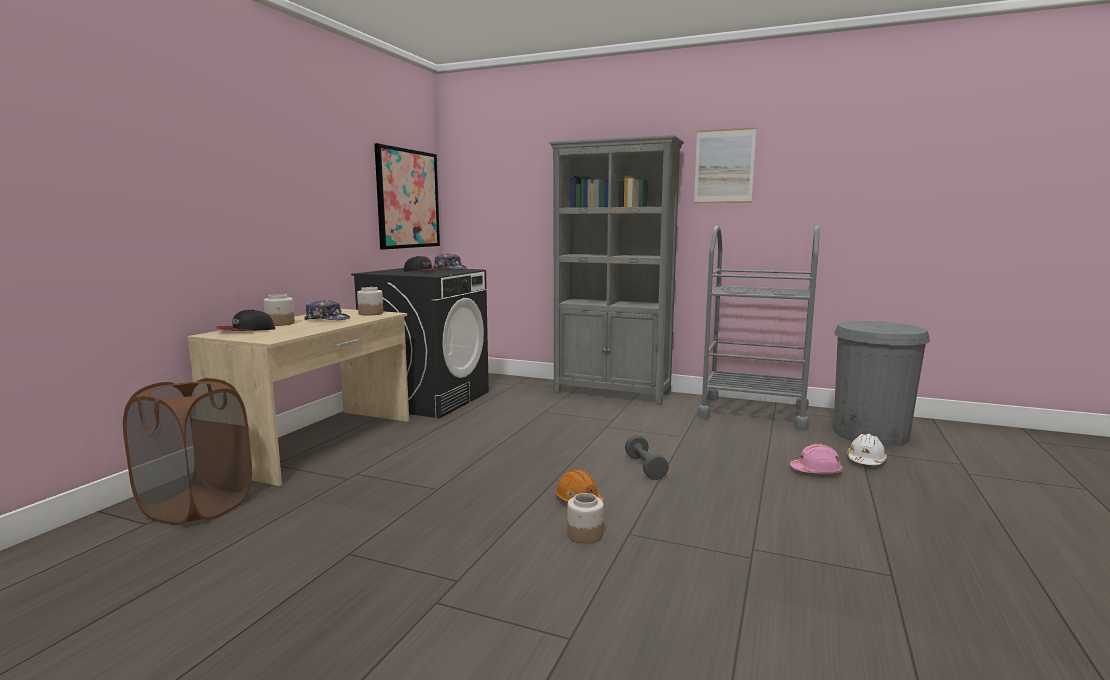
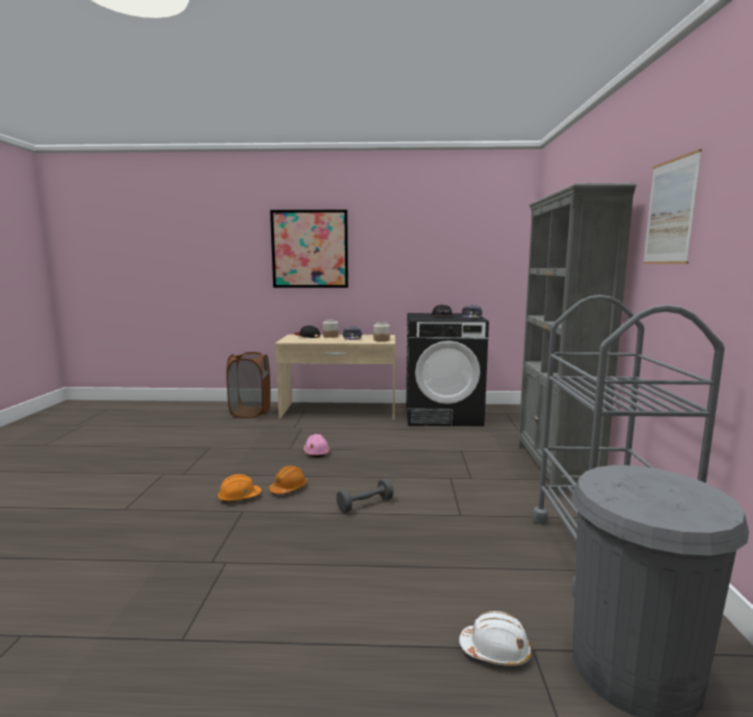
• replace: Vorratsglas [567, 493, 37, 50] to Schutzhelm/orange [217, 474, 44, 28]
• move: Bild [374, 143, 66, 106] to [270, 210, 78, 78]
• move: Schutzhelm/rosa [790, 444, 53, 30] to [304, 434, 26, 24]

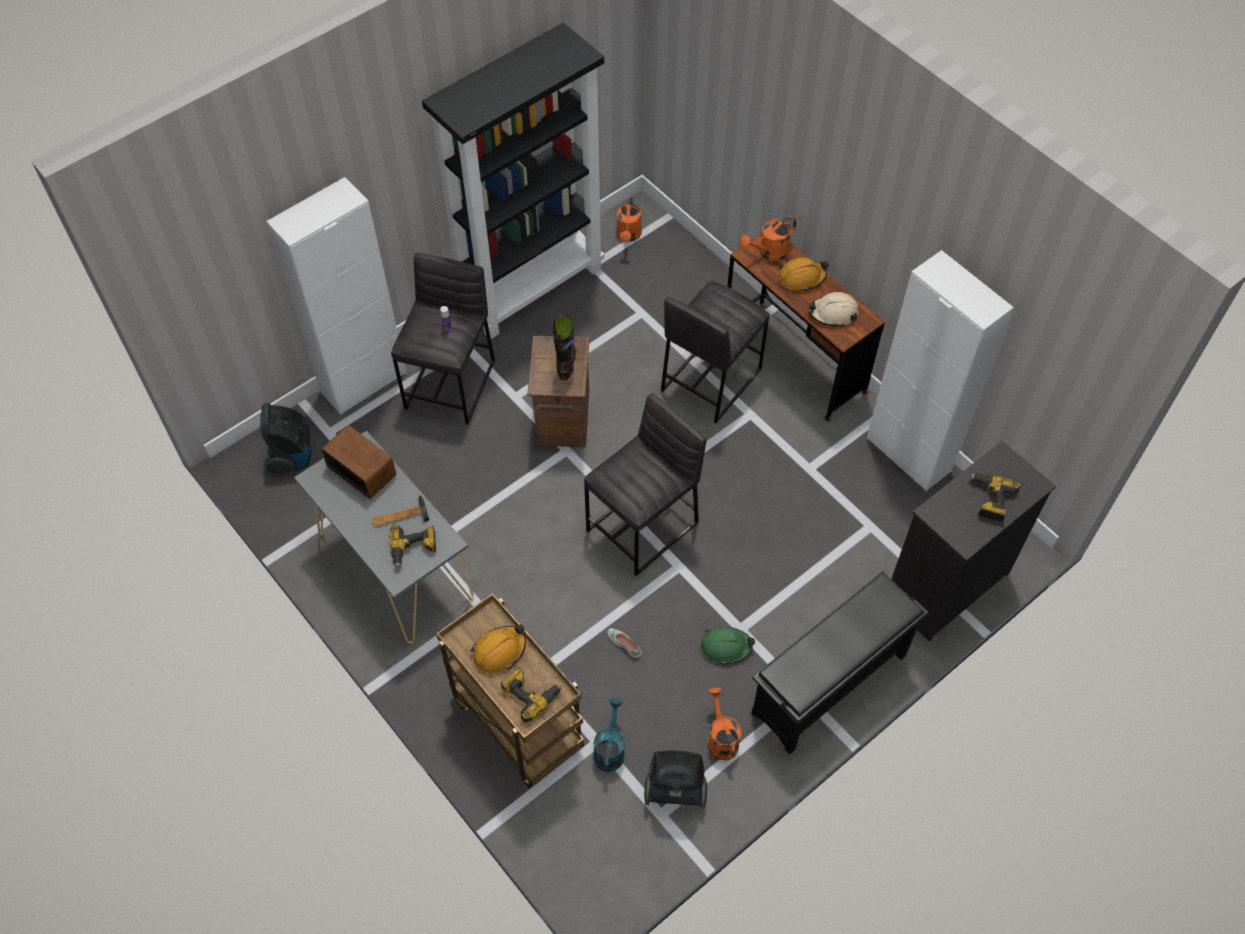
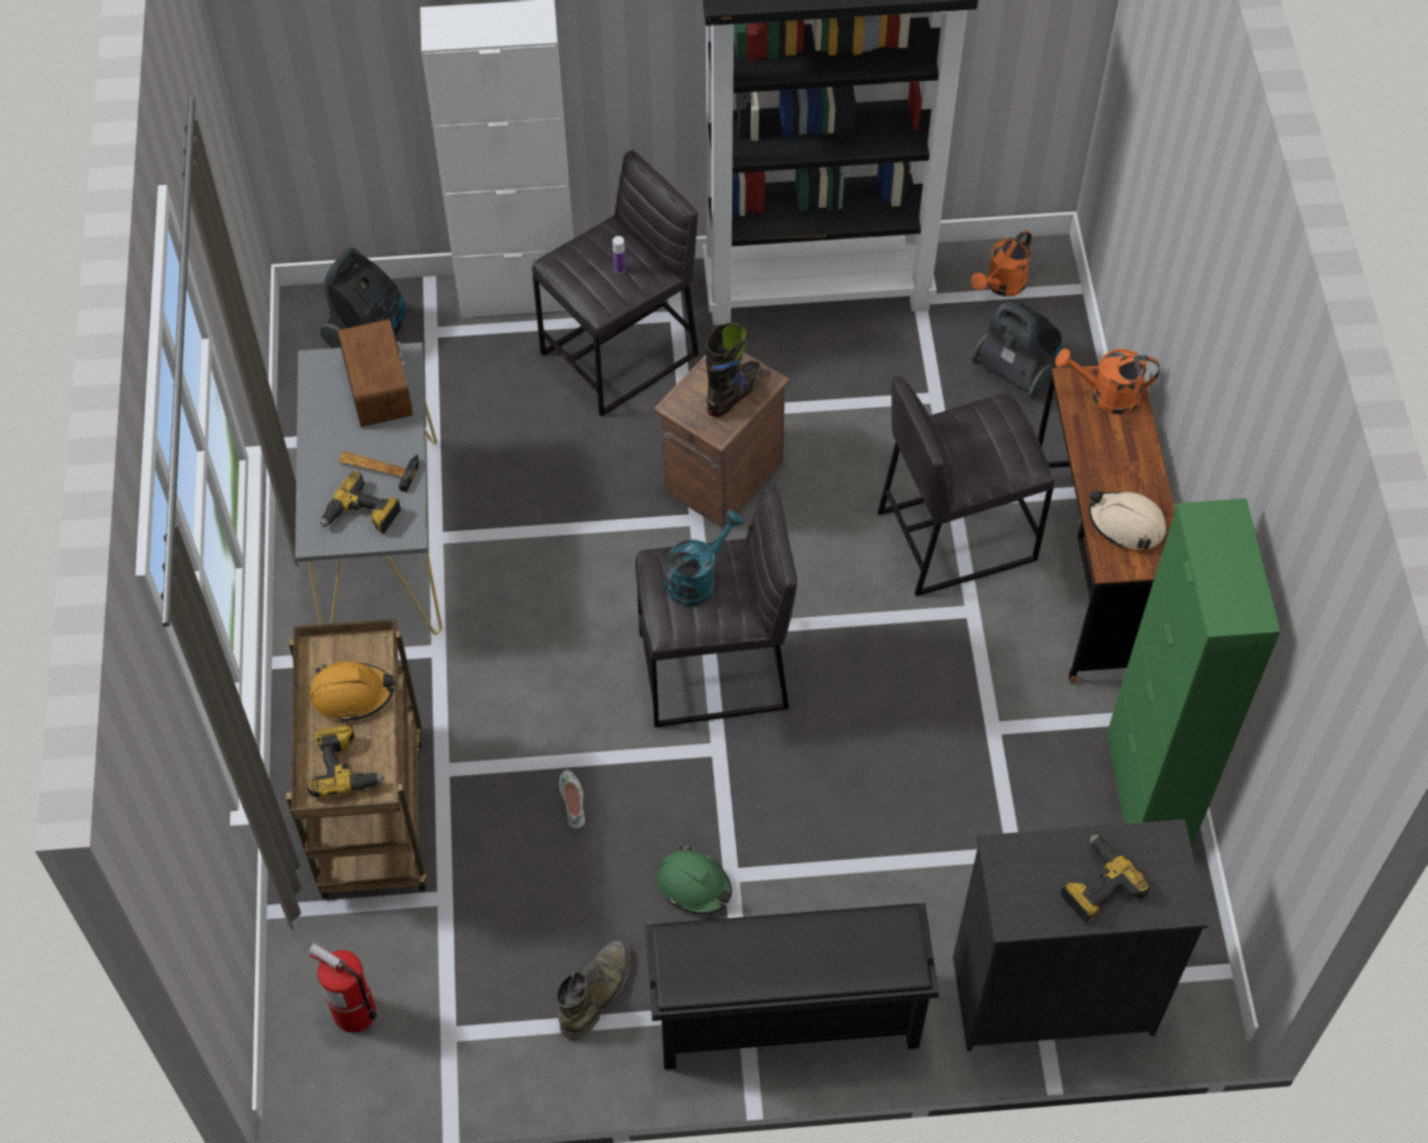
• insert: Feuerlöscher [309, 942, 68, 91]
• replace: Gießkanne/orange [708, 687, 33, 73] to Stiefel/grün [556, 940, 74, 100]
• move: Gießkanne/türkis [593, 698, 32, 74] to [663, 510, 81, 96]
• move: Staubsauger [644, 750, 63, 59] to [971, 301, 91, 98]
• recolor: Schrank/weiß [867, 250, 147, 241] to Schrank/grün [1106, 498, 174, 350]
• delete: Schutzhelm/orange [779, 257, 50, 35]

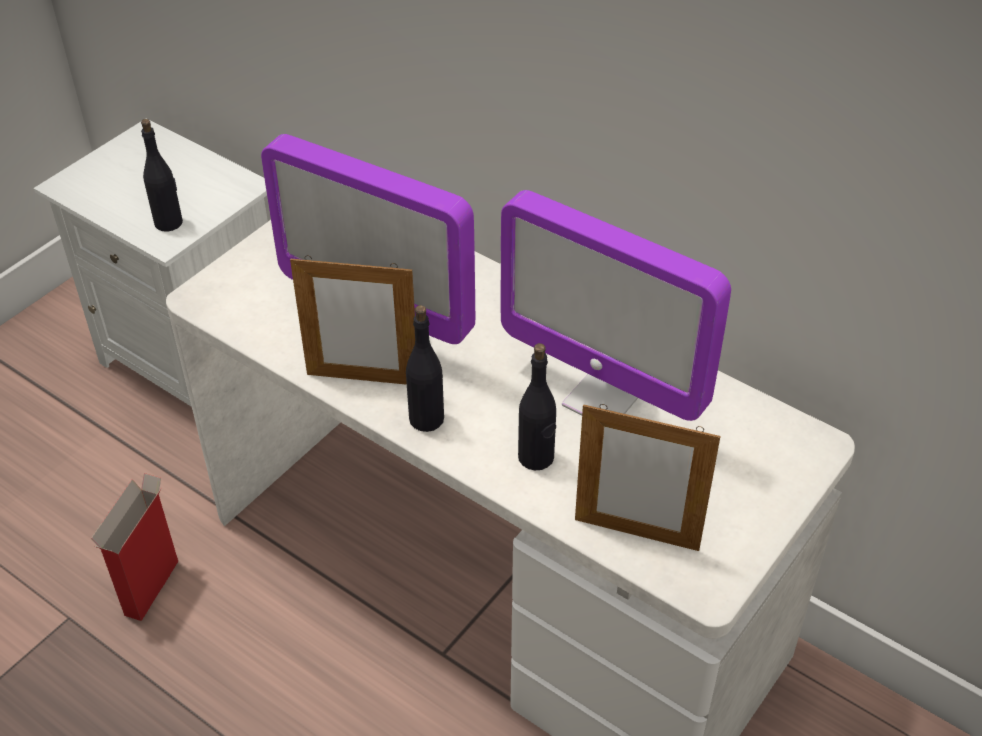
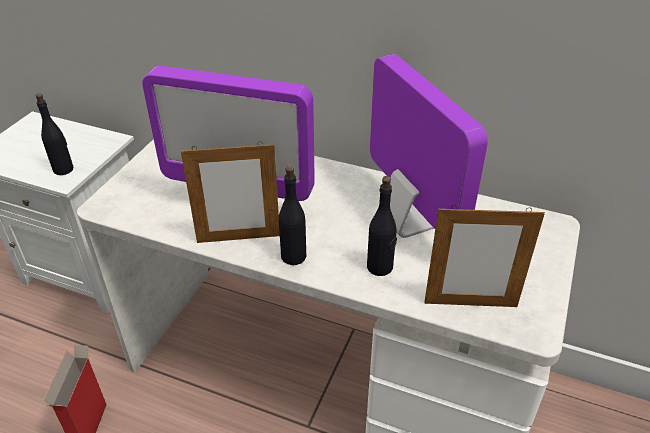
• rotate: Monitor [501, 190, 230, 231] = [370, 54, 118, 184] 135 degrees counterclockwise

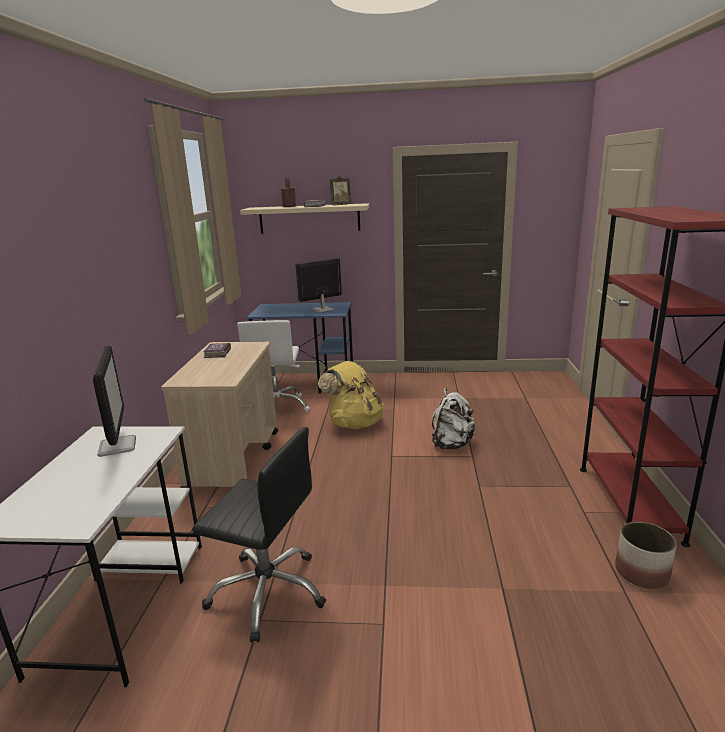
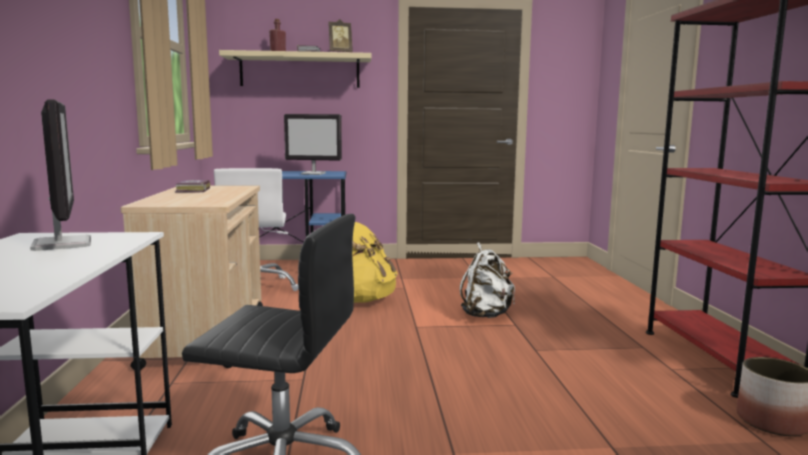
• rotate: Monitor [296, 258, 46, 55] = [284, 114, 58, 61] 135 degrees counterclockwise

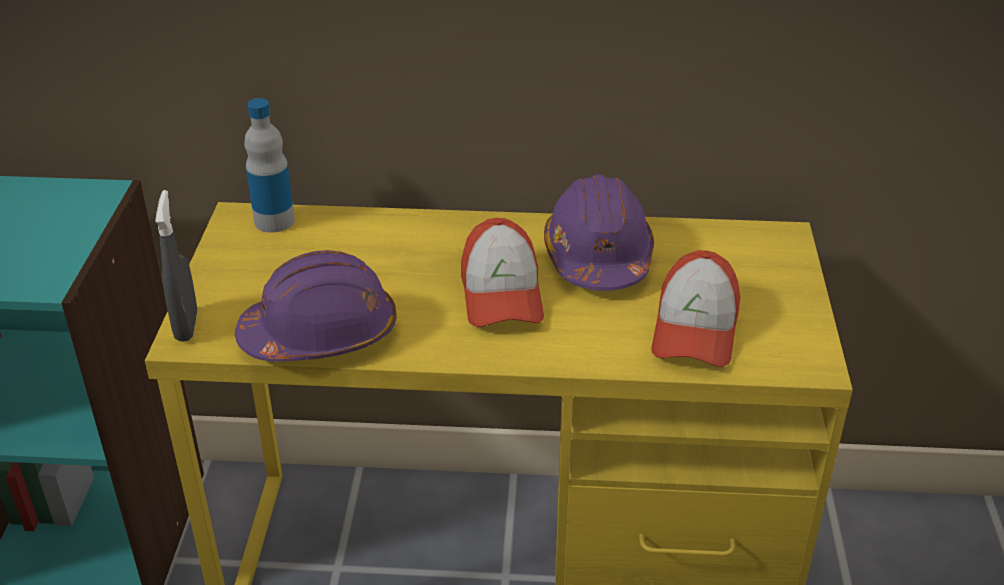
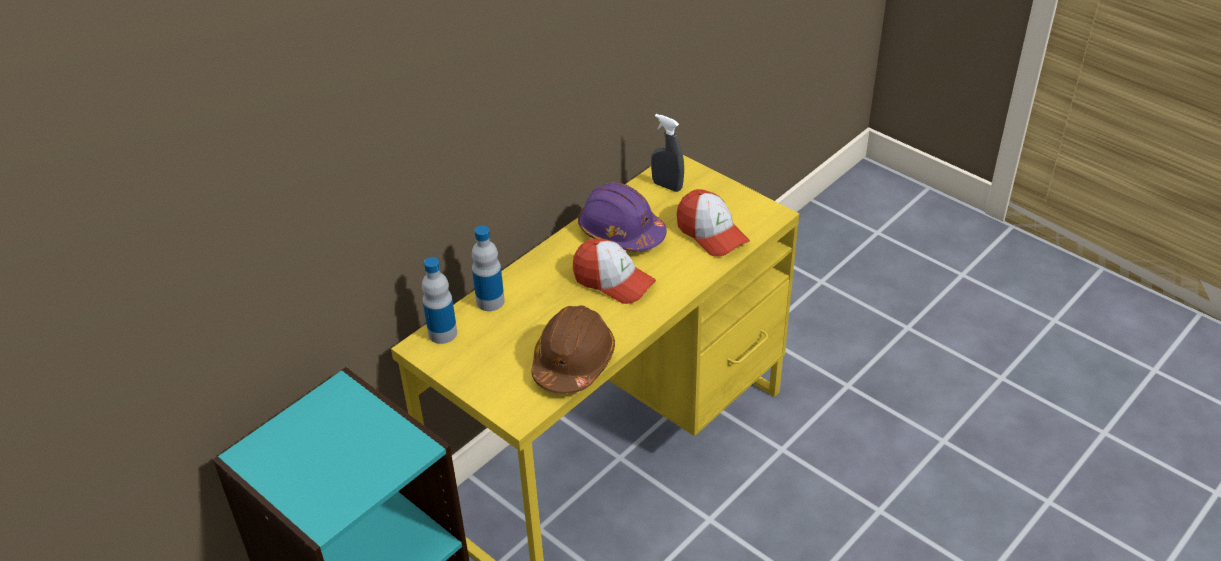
• insert: Flasche [472, 226, 33, 85]
• recolor: Schutzhelm/lila [235, 250, 162, 112] to Schutzhelm/braun [531, 306, 84, 88]
• move: Sprühflasche/grau [155, 190, 42, 151] to [651, 114, 33, 78]

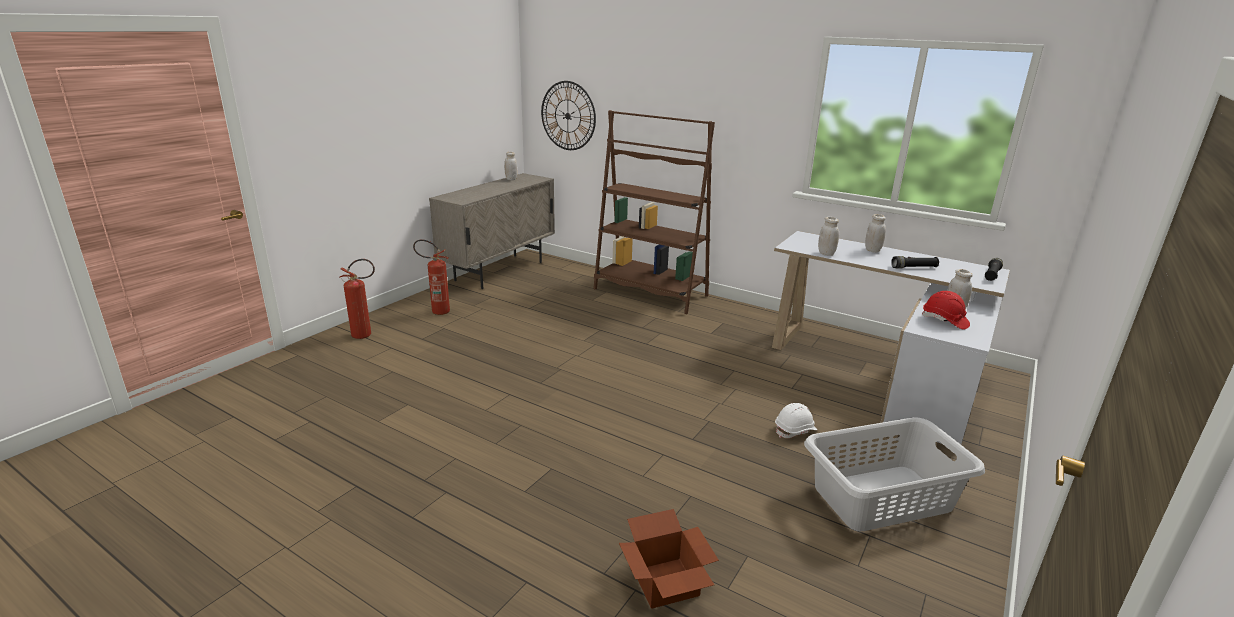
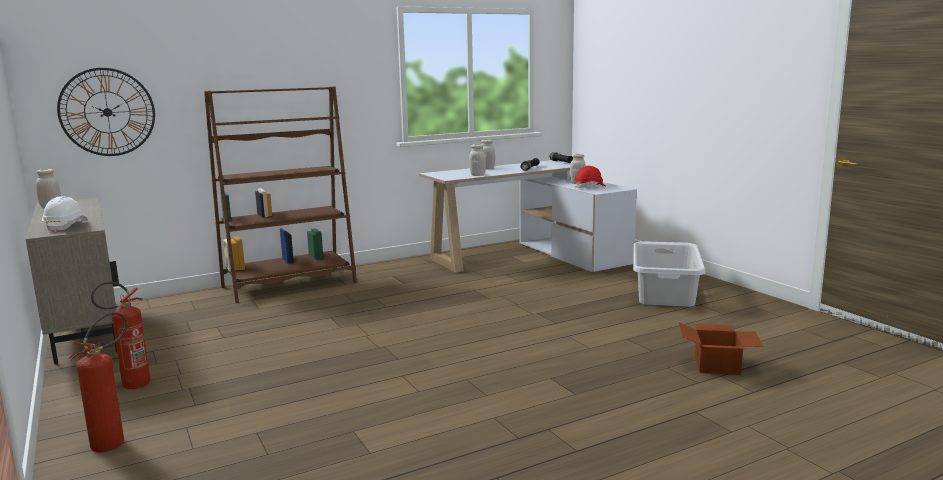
• move: Schutzhelm/weiß [775, 403, 42, 35] to [42, 196, 46, 36]

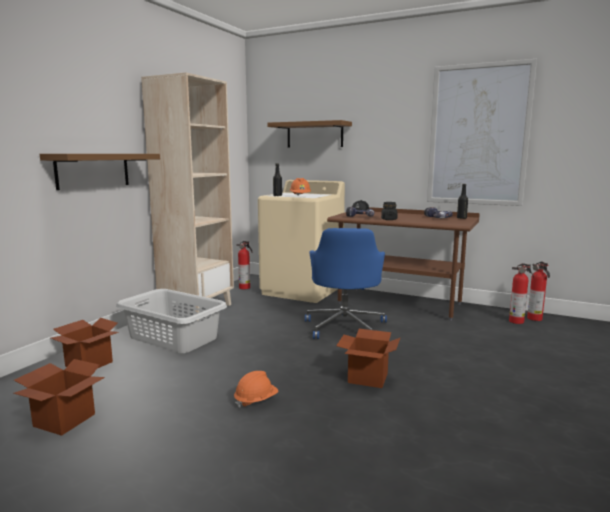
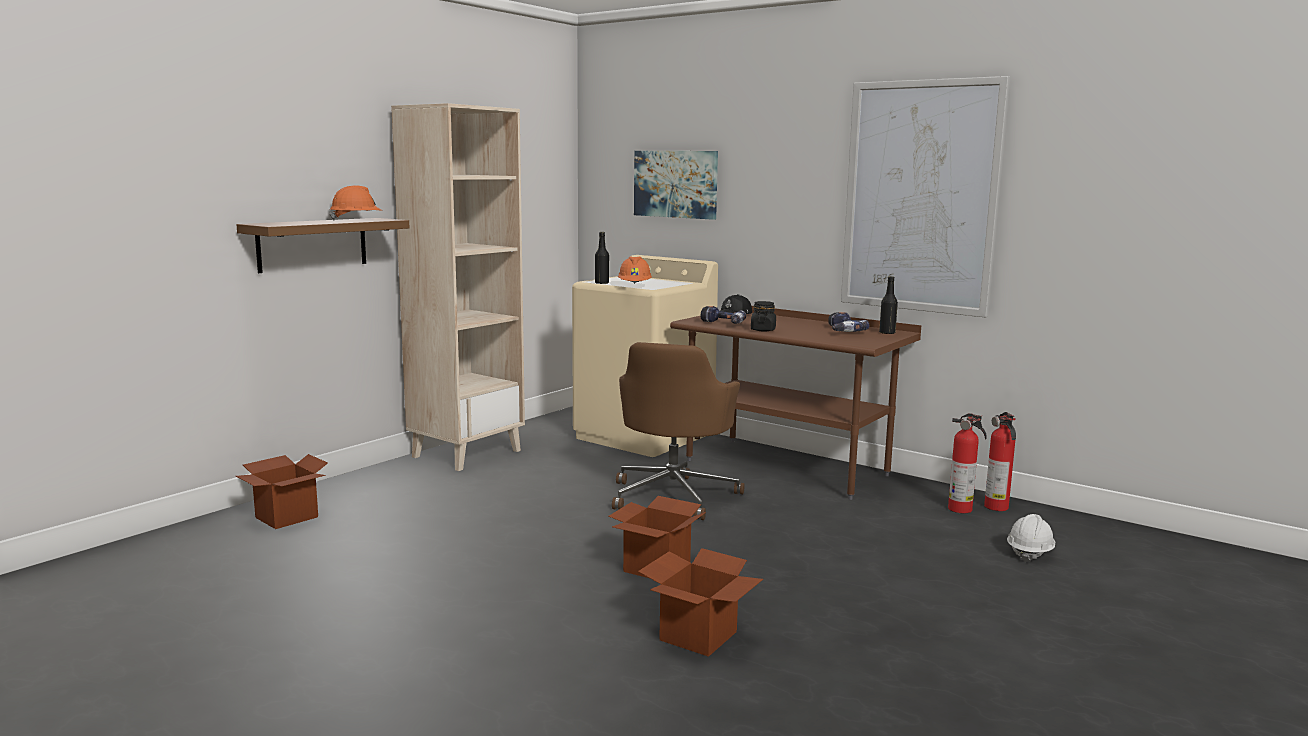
• move: Schutzhelm/orange [234, 371, 44, 37] to [329, 186, 53, 35]
• recolor: Bürostuhl/blau [305, 228, 82, 111] to Bürostuhl/braun [612, 342, 133, 178]
• replace: Wandregal/braun [267, 120, 85, 27] to Bild [634, 151, 84, 69]
• move: Karton [13, 359, 92, 77] to [638, 548, 125, 109]
• insert: Schutzhelm/weiß [1007, 514, 48, 48]
• delete: Wäschekorb/grau [116, 289, 111, 64]
• delete: Feuerlöscher [236, 241, 16, 48]

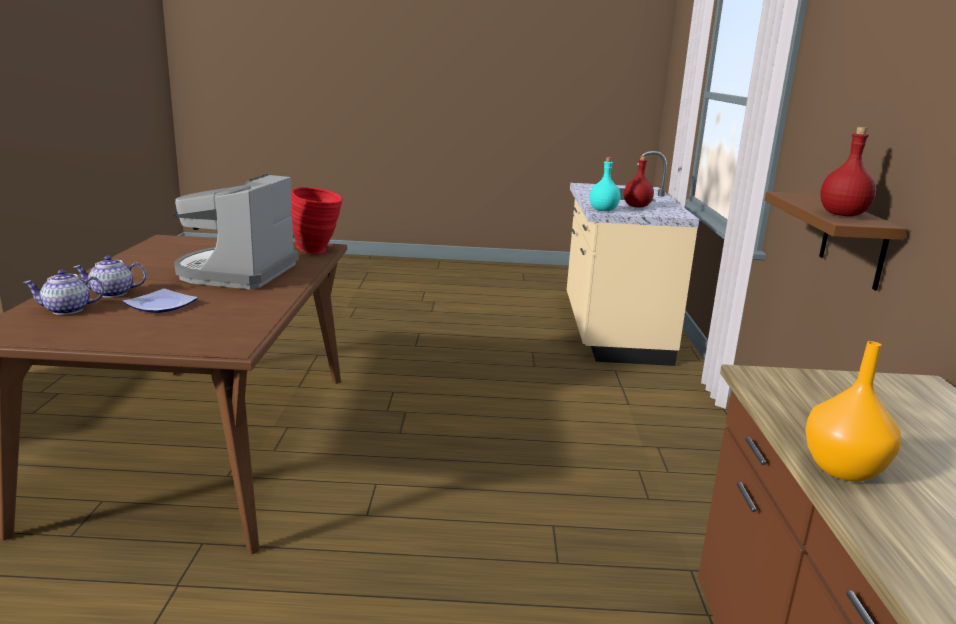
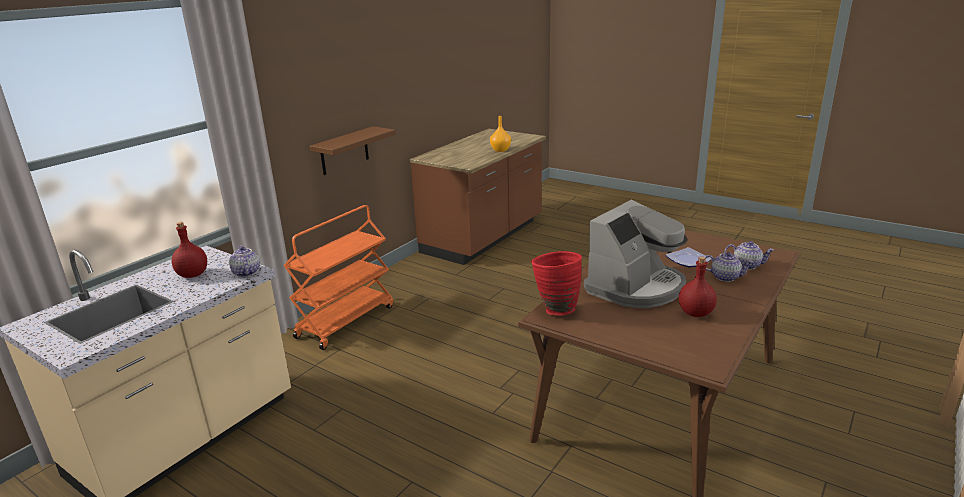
• replace: Flasche/türkis [590, 157, 30, 54] to Teekanne [229, 245, 31, 32]
• insert: Rollwagen/orange [283, 205, 110, 145]
• move: Flasche/rot [820, 127, 56, 89] to [679, 257, 38, 60]

